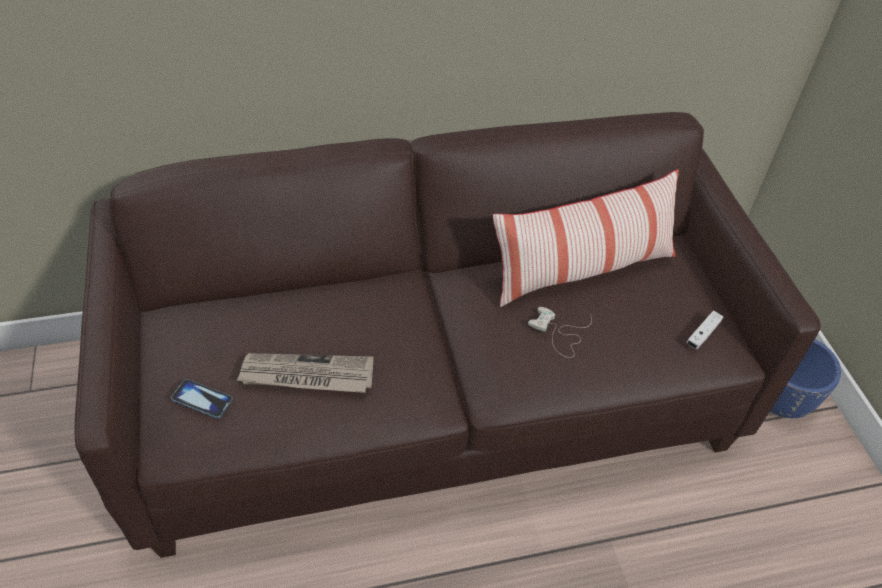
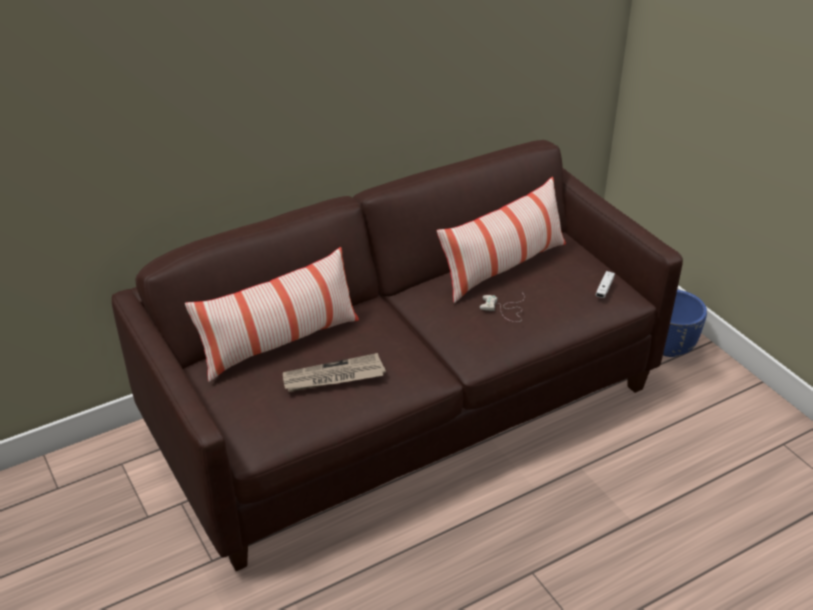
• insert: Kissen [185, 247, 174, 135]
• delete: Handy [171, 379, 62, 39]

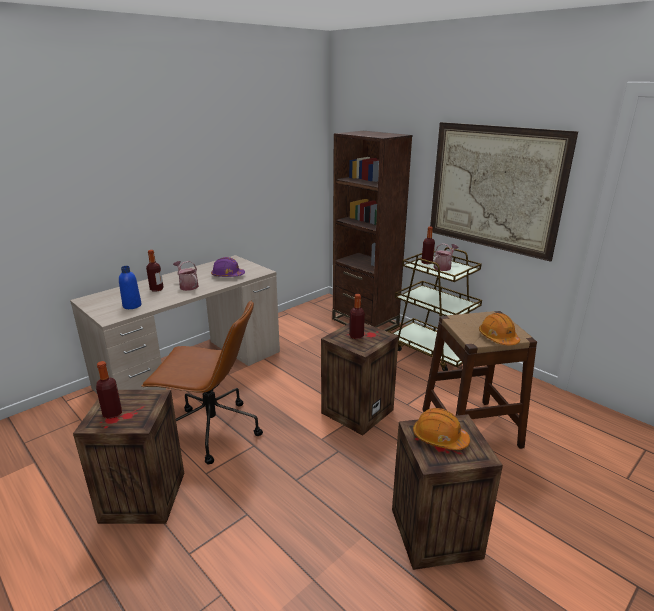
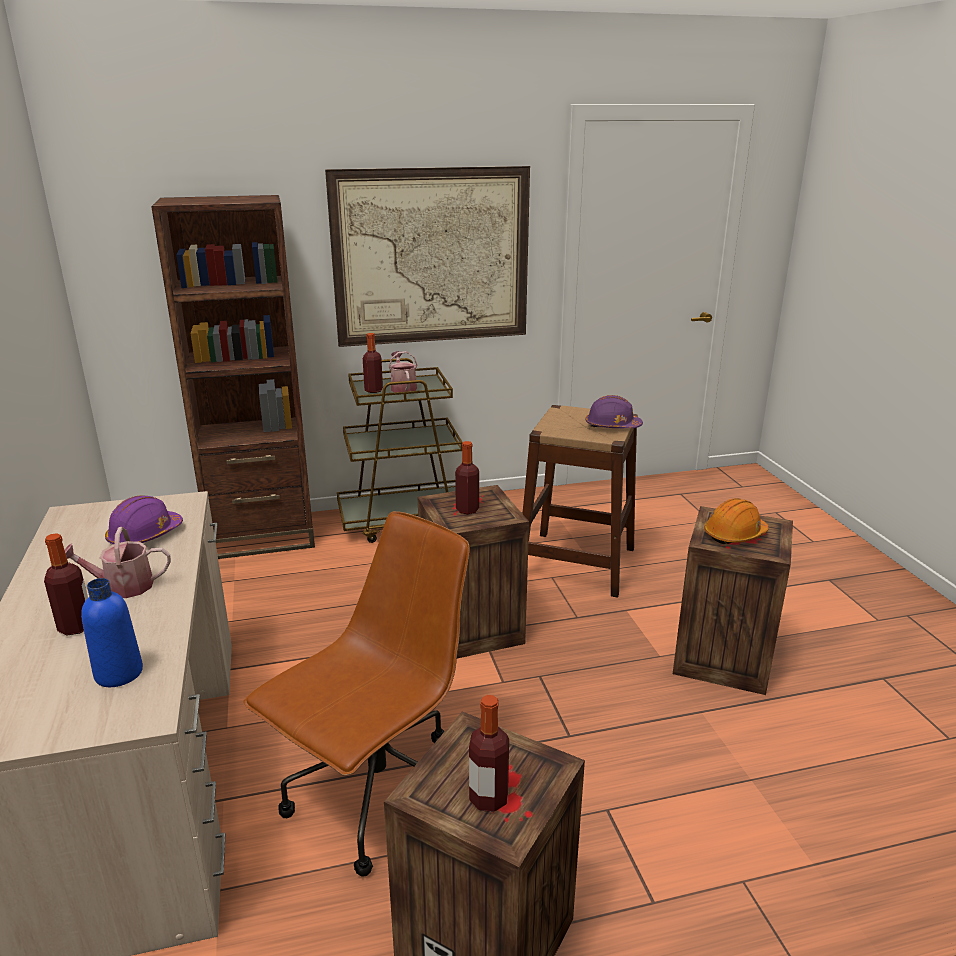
• recolor: Schutzhelm/orange [479, 313, 41, 32] to Schutzhelm/lila [585, 395, 58, 33]

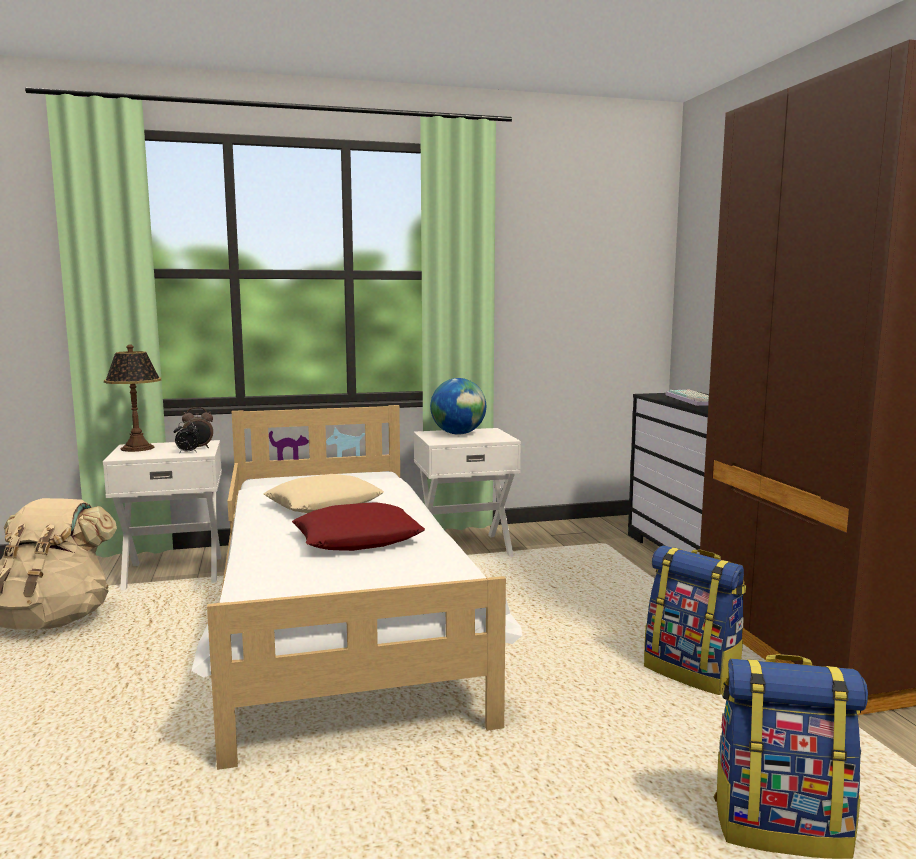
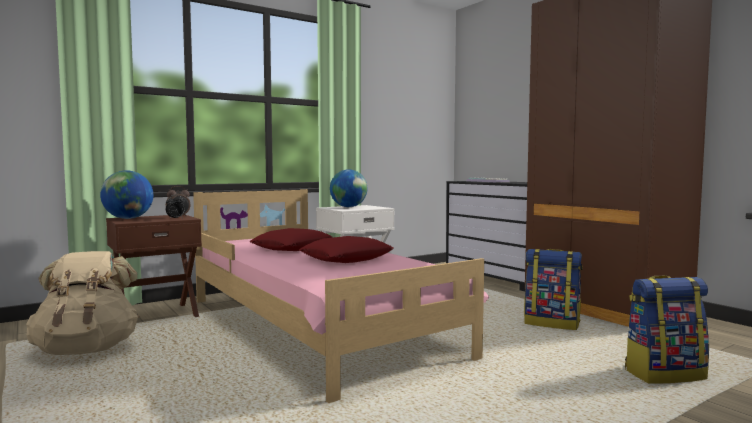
• replace: Tischlampe [104, 345, 57, 107] to Globus [100, 170, 53, 49]
• recolor: Nachttisch/weiß [103, 440, 119, 151] to Nachttisch/braun [106, 215, 96, 102]
• recolor: Bett/weiß [192, 405, 330, 365] to Bett/rosa [193, 189, 296, 214]
• recolor: Kissen/beige [264, 474, 120, 39] to Kissen/rot [250, 228, 83, 23]

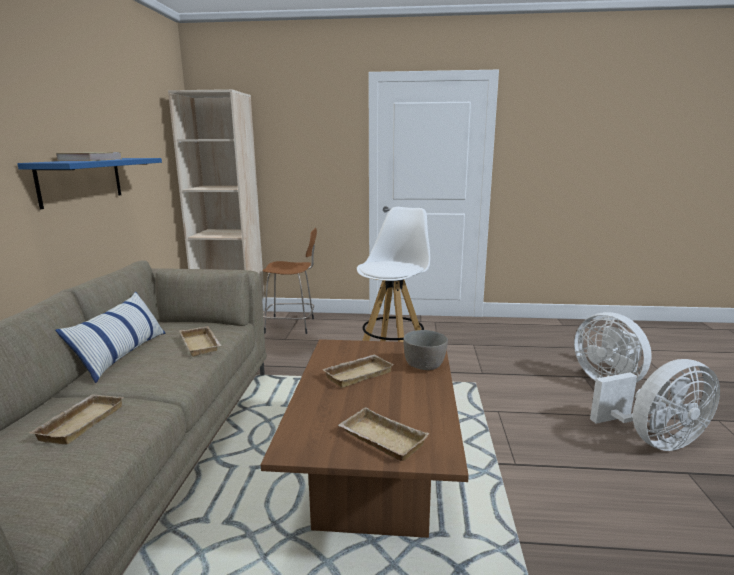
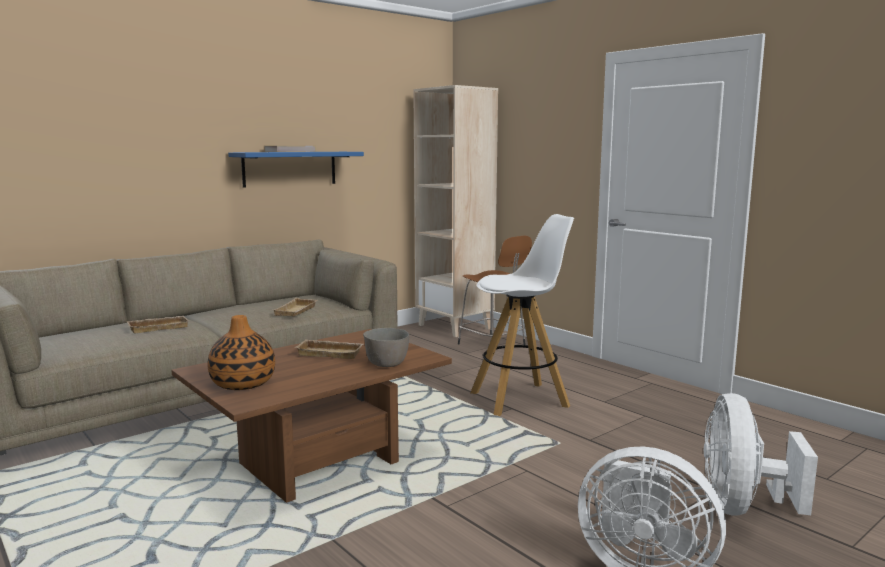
• replace: Tablett/beige [338, 407, 91, 54] to Vase [208, 315, 67, 75]
• delete: Kissen [55, 292, 111, 91]

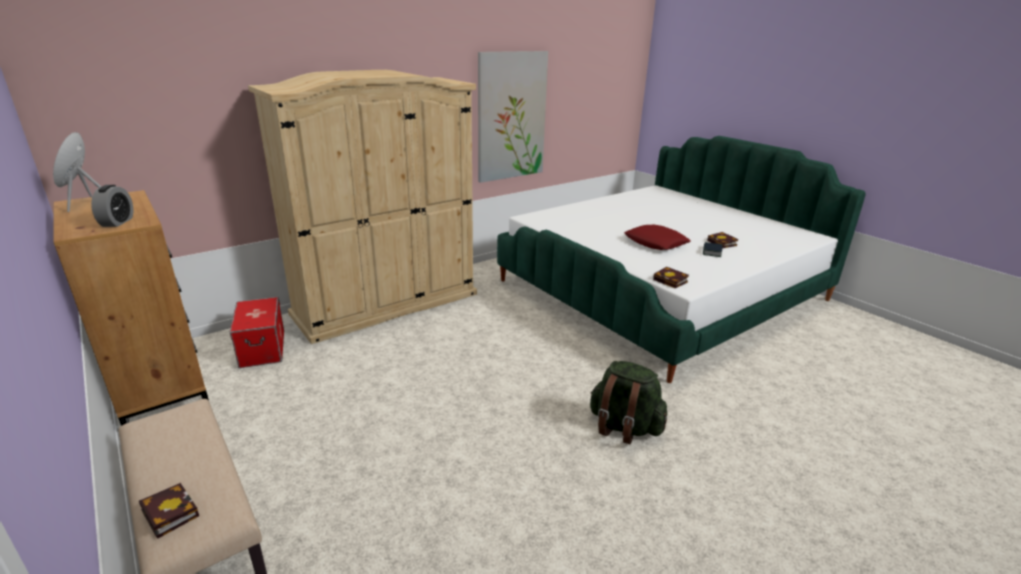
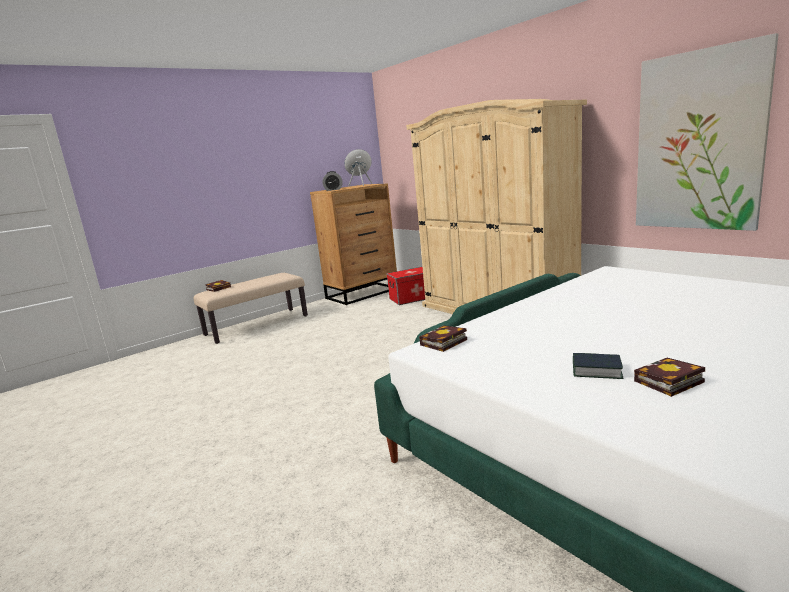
• delete: Rucksack/grün [590, 361, 77, 84]
• delete: Kissen/rot [624, 225, 67, 25]

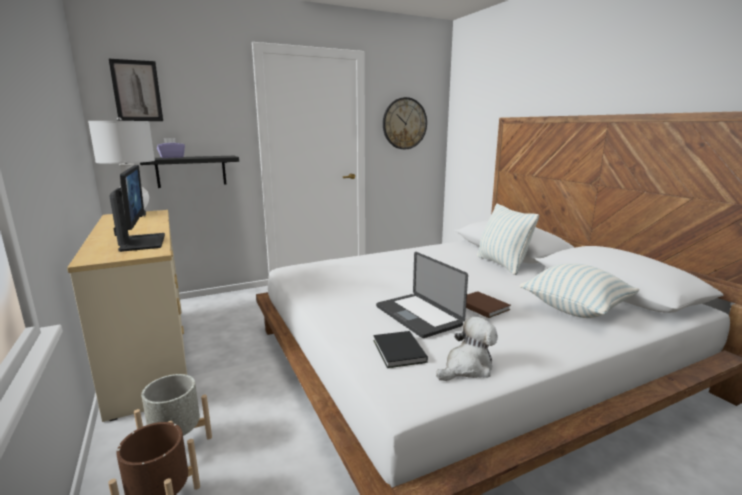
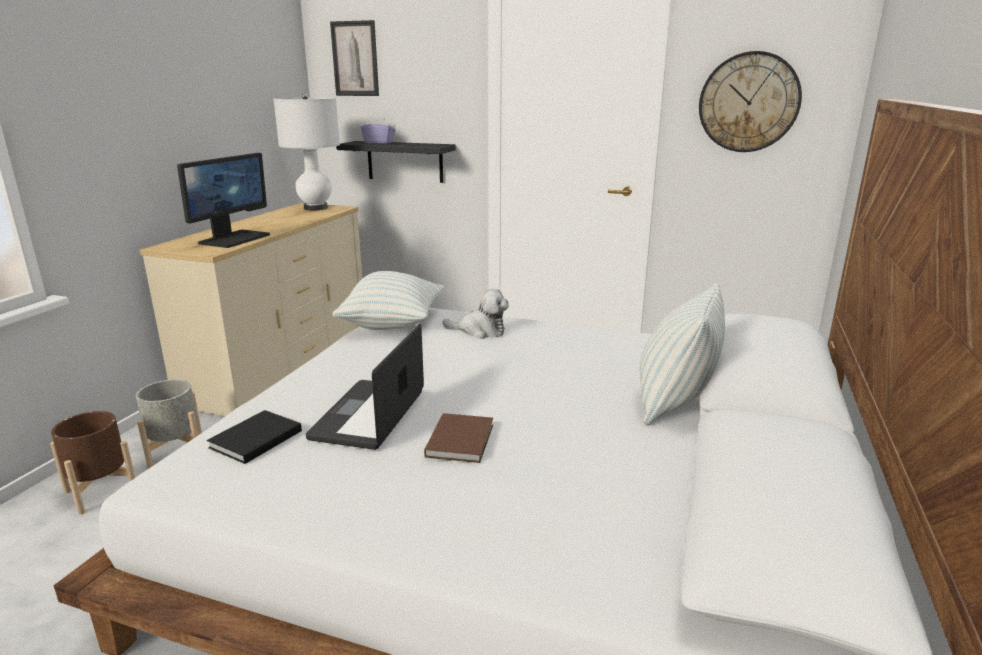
• move: Kissen [519, 263, 121, 55] to [333, 271, 111, 59]
• move: Plüschtier [436, 316, 62, 65] to [443, 289, 66, 50]

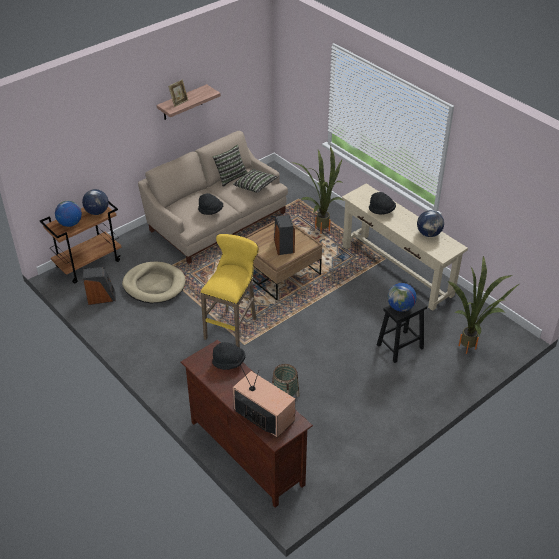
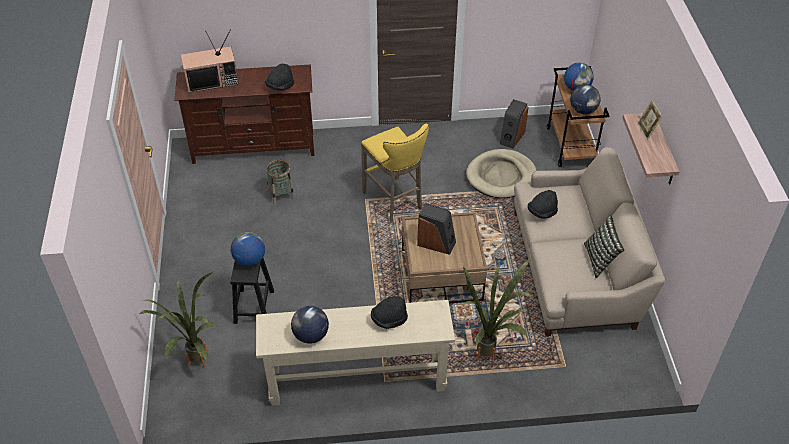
• delete: Kissen [233, 169, 45, 24]

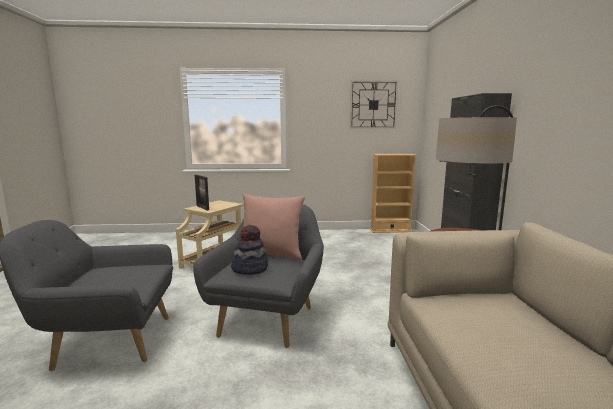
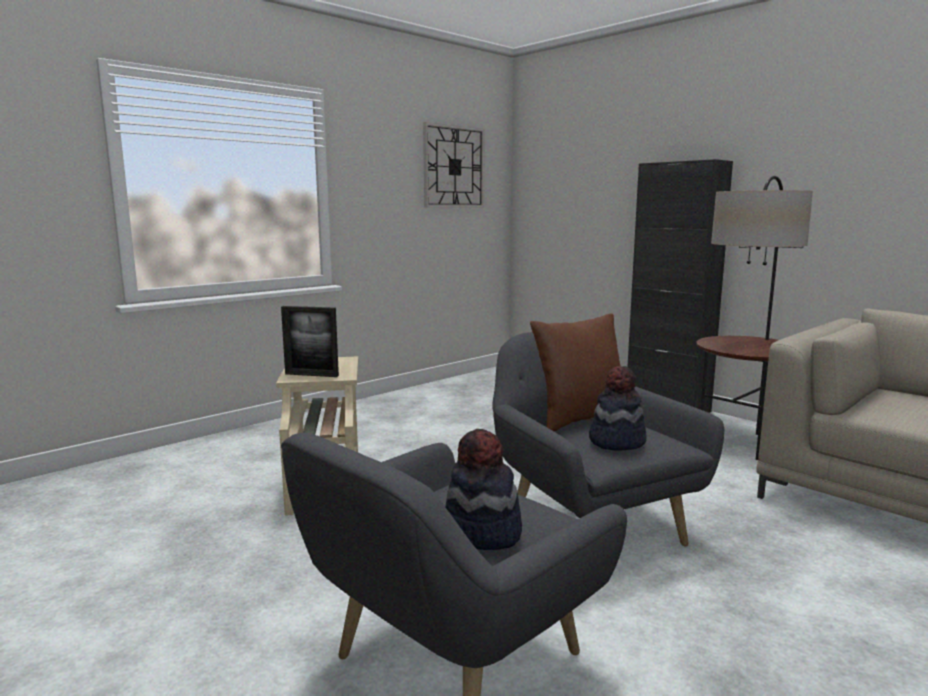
• insert: Hut [445, 429, 77, 121]
• recolor: Kissen/rosa [243, 194, 62, 66] to Kissen/braun [530, 313, 91, 118]
• delete: Bücherregal/beige [370, 154, 47, 79]

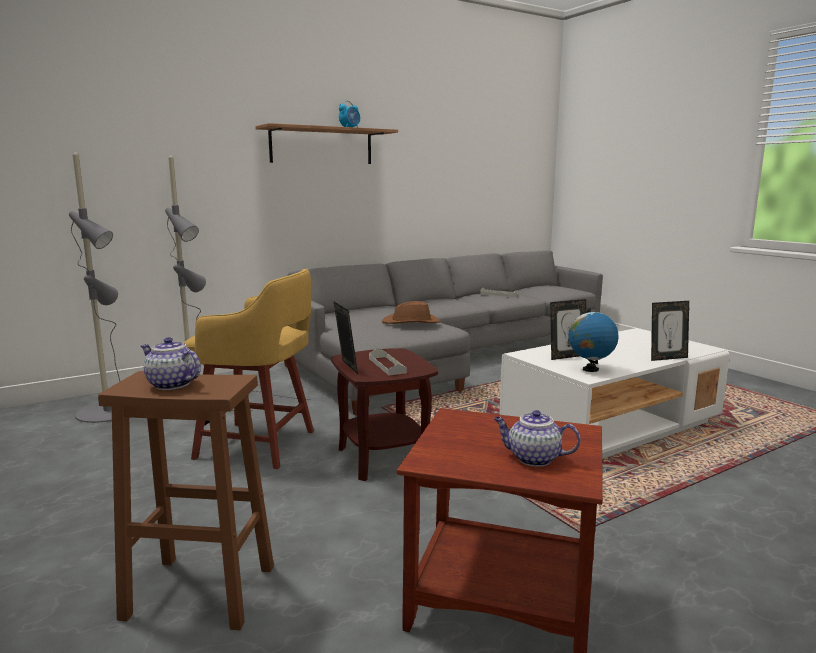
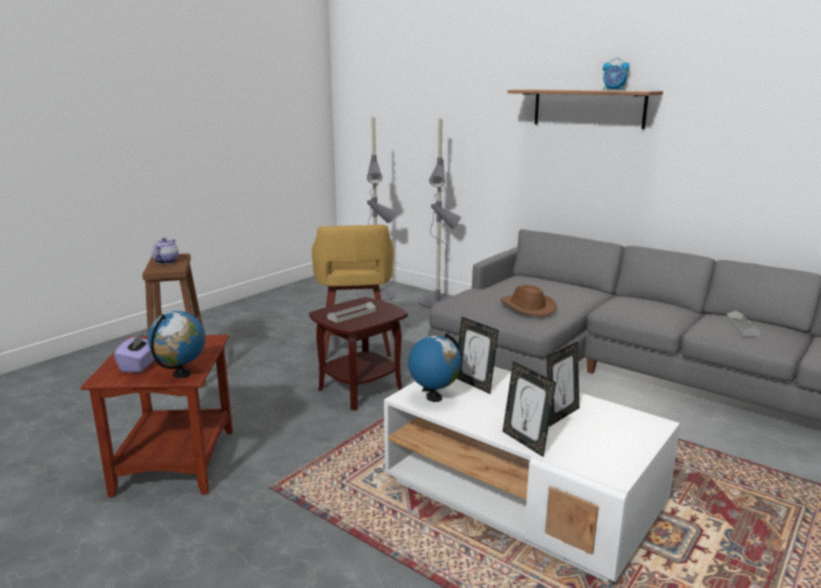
• replace: Teekanne [494, 410, 87, 57] to Taschentuchbox/lila [114, 332, 41, 41]
• insert: Globus [148, 311, 58, 67]
• move: Bilderrahmen [334, 302, 24, 72] to [547, 341, 32, 86]

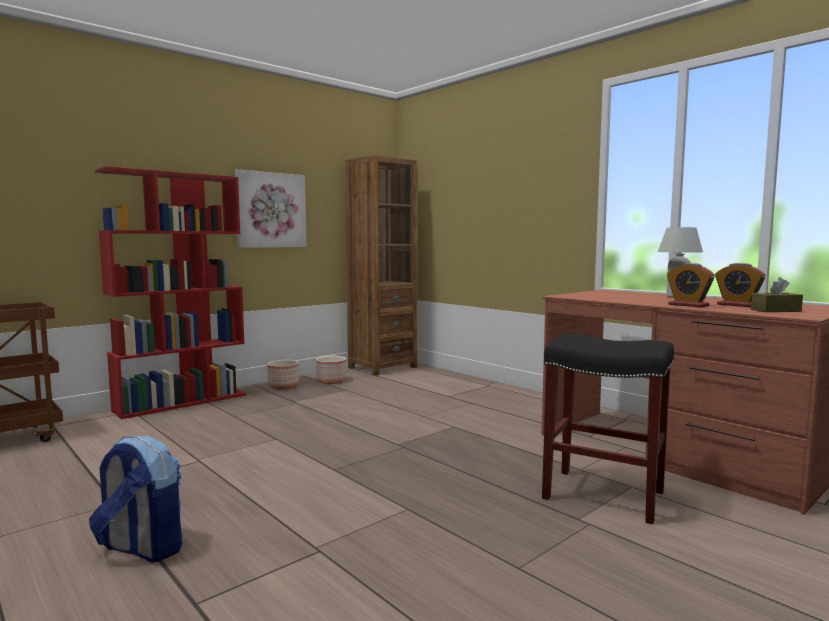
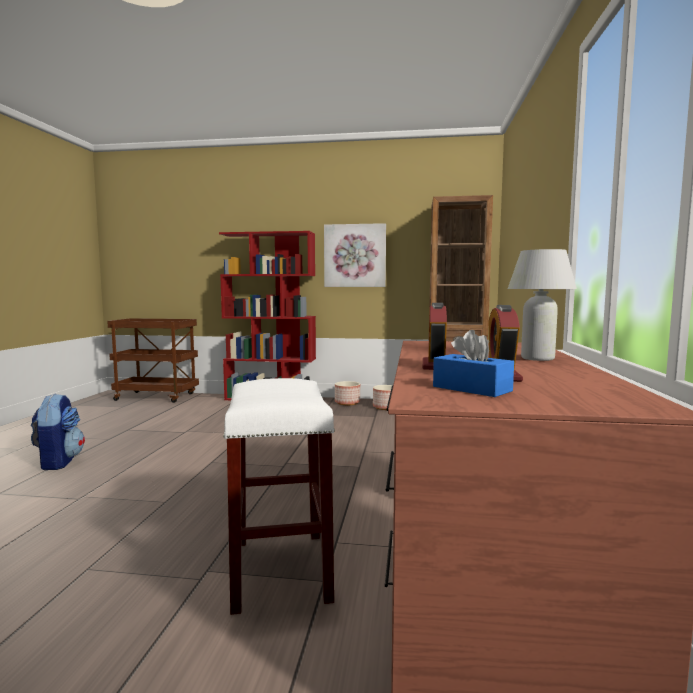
• recolor: Hocker/schwarz [542, 334, 132, 190] to Hocker/weiß [223, 378, 112, 237]
• recolor: Taschentuchbox/braun [751, 277, 52, 35] to Taschentuchbox/blau [433, 330, 81, 67]

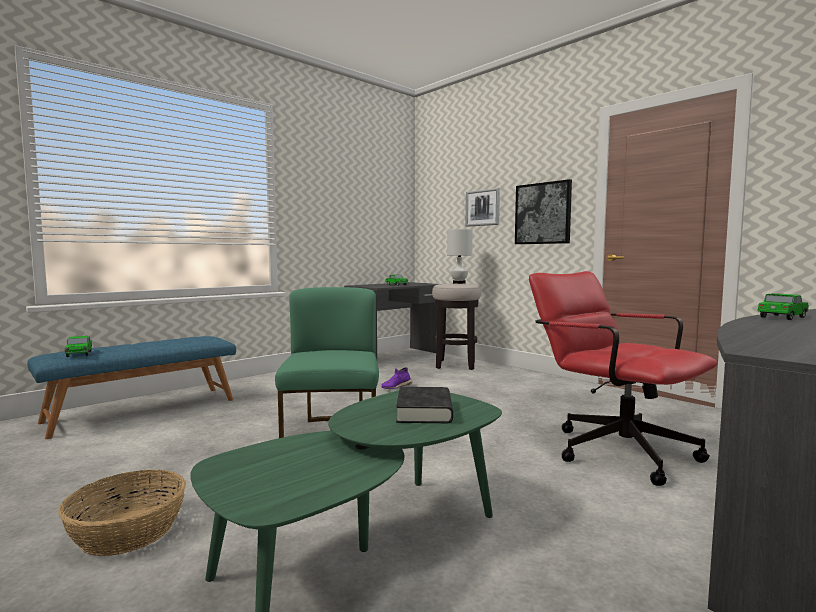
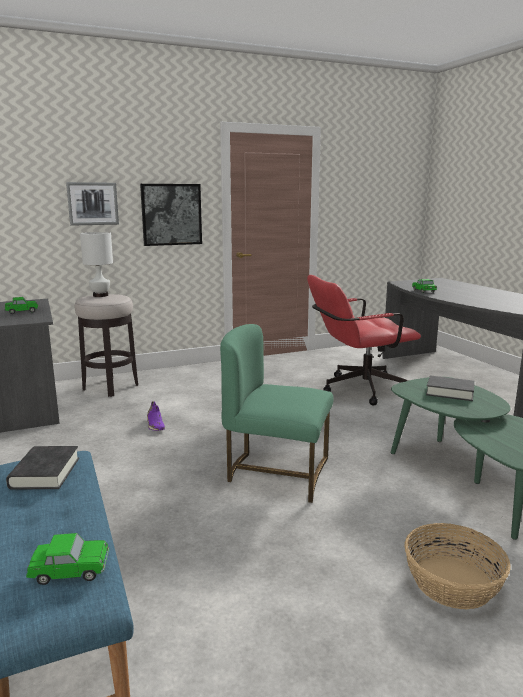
• insert: Buch/schwarz [6, 446, 73, 44]

